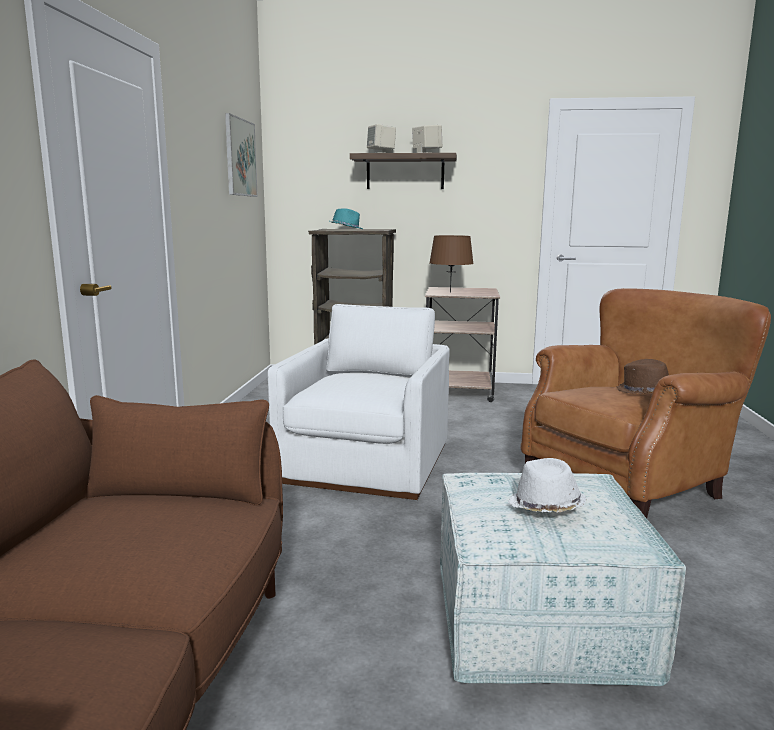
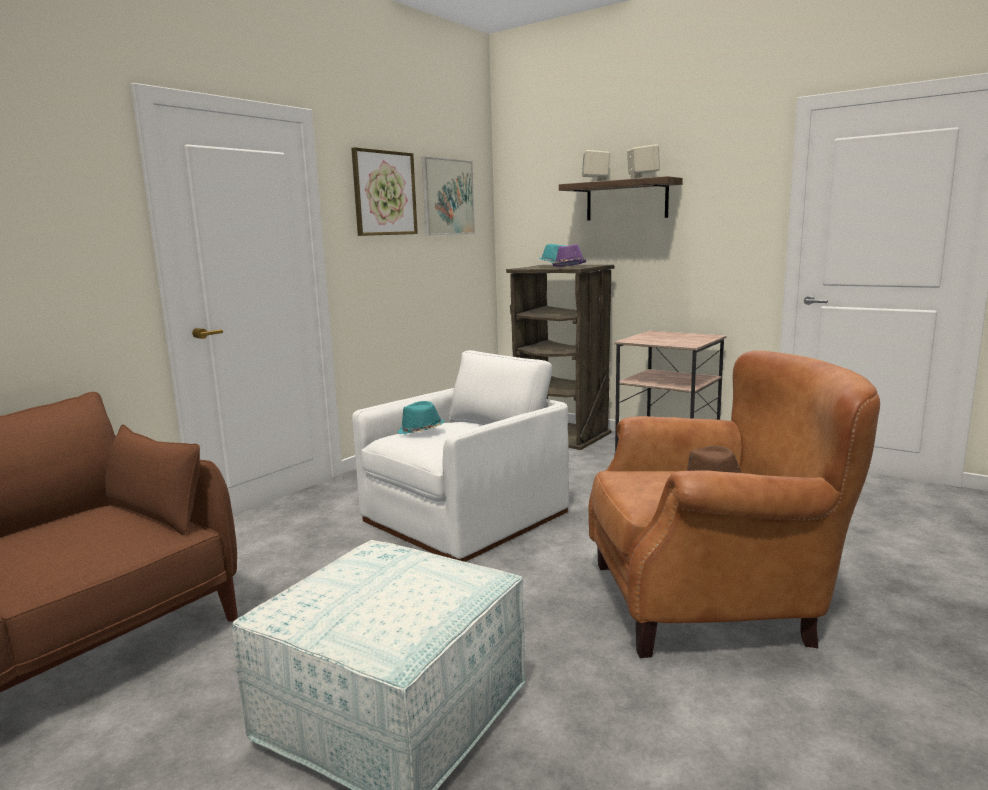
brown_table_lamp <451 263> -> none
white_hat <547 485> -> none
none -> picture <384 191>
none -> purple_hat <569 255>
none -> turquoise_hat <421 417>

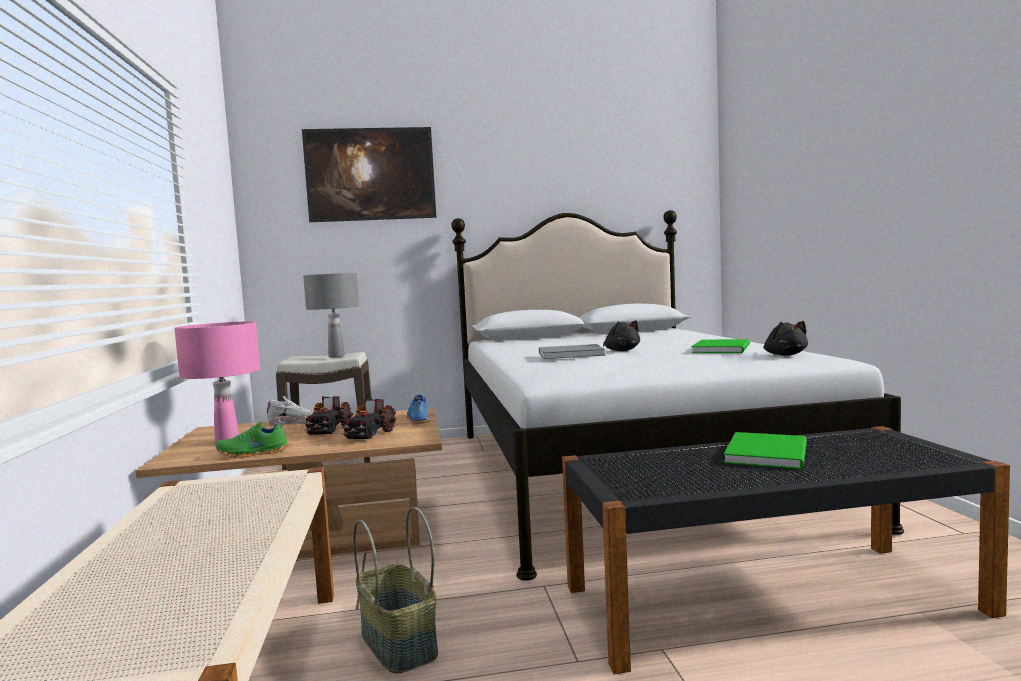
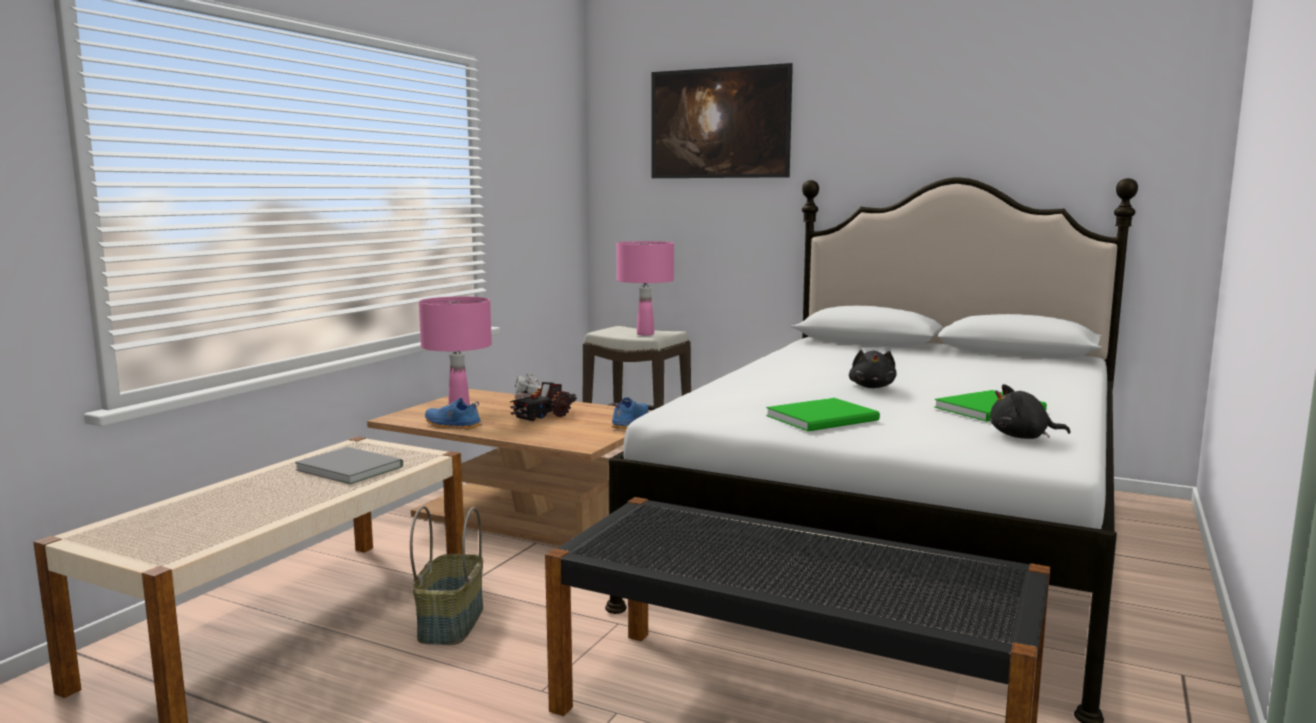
grey_table_lamp <331 315> -> pink_table_lamp <645 288>
black_plush_toy <785 338> -> black_plush_toy <1030 411>, 75 degrees clockwise
grey_book <572 351> -> grey_book <349 465>, moved
toy_truck <368 419> -> none
green_shoe <252 439> -> blue_shoe <453 414>
green_book <765 450> -> green_book <823 414>, moved

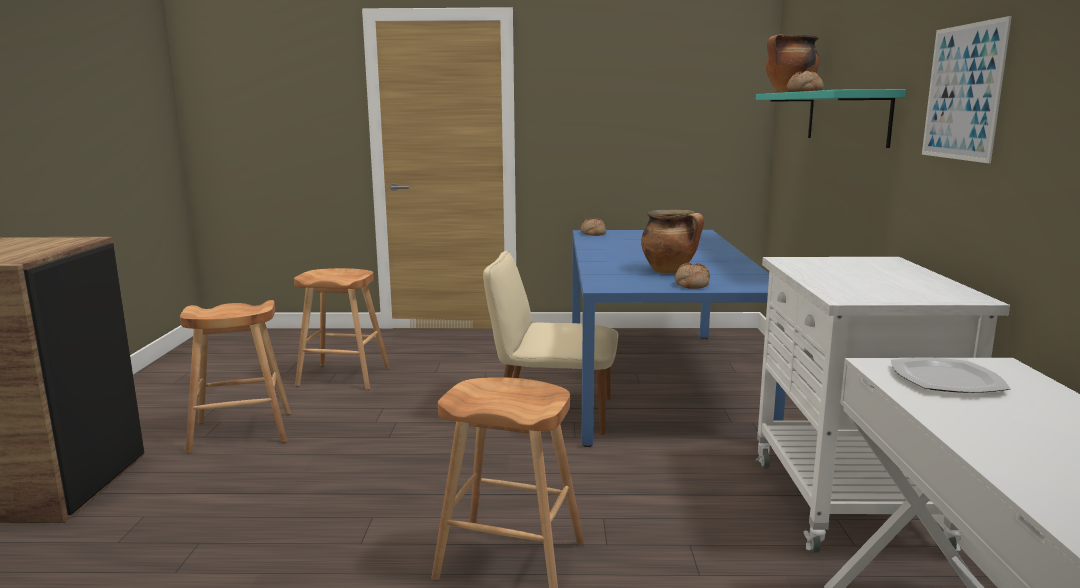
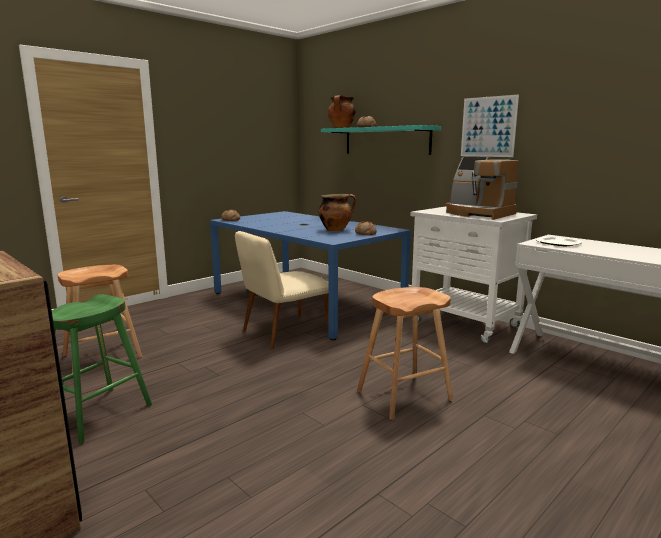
brown_stool <235 376> -> green_stool <102 369>
none -> coffee_machine <482 188>

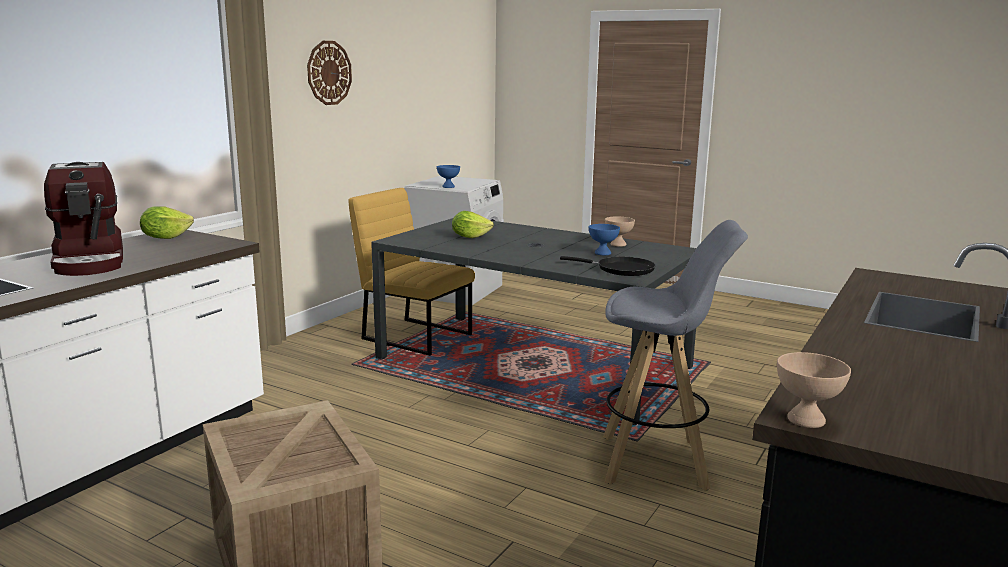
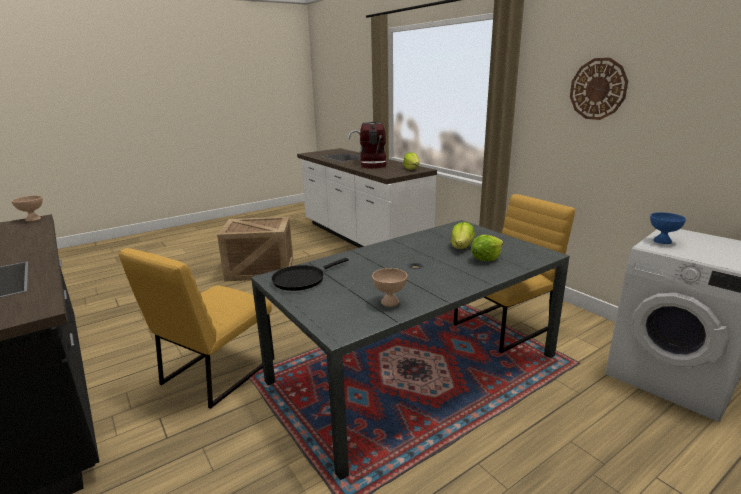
coffee_machine <83 219> -> coffee_machine <373 145>, 90 degrees counterclockwise
grey_stool <675 355> -> yellow_chair <197 328>
blue_bowl <604 239> -> none
none -> lettuce <487 248>

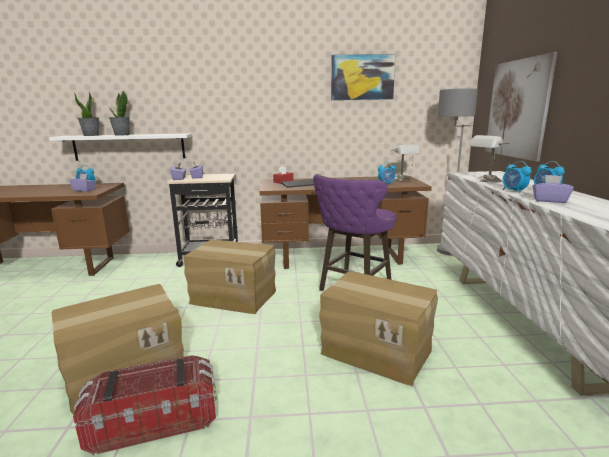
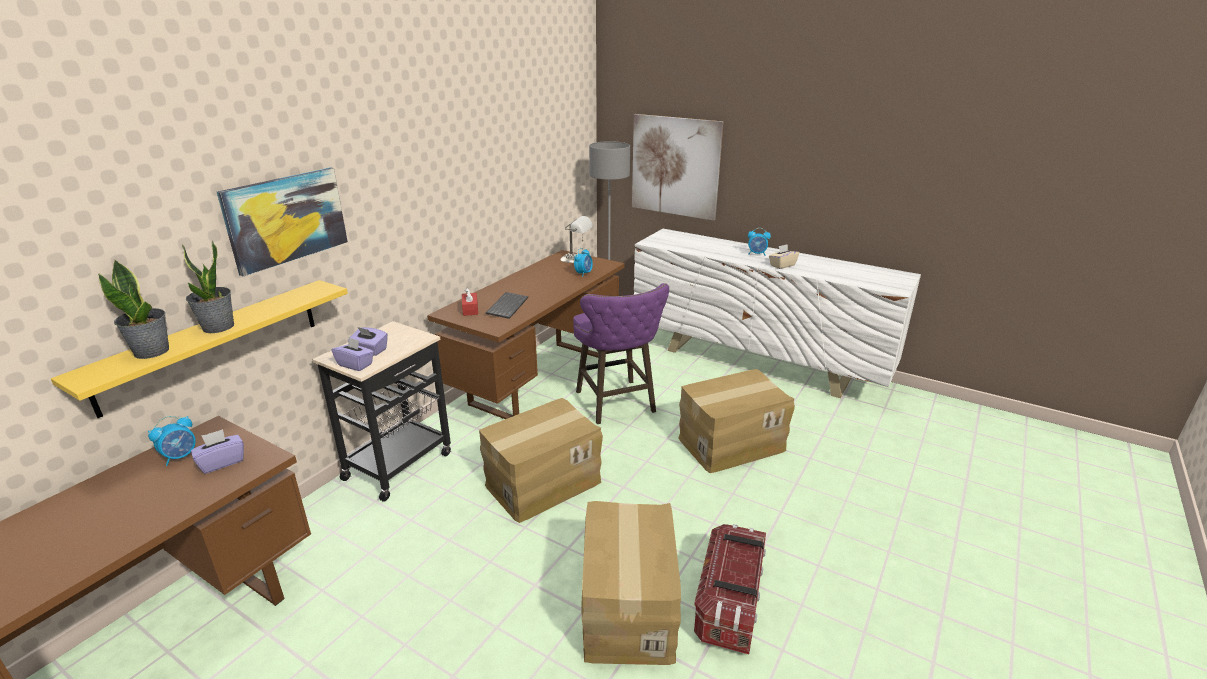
picture <363 77> -> picture <282 221>, moved
white_shelf <120 147> -> yellow_shelf <199 349>
white_table_lamp <489 159> -> none
alarm_clock <517 177> -> none
purple_tissue_box <553 189> -> beige_tissue_box <784 256>

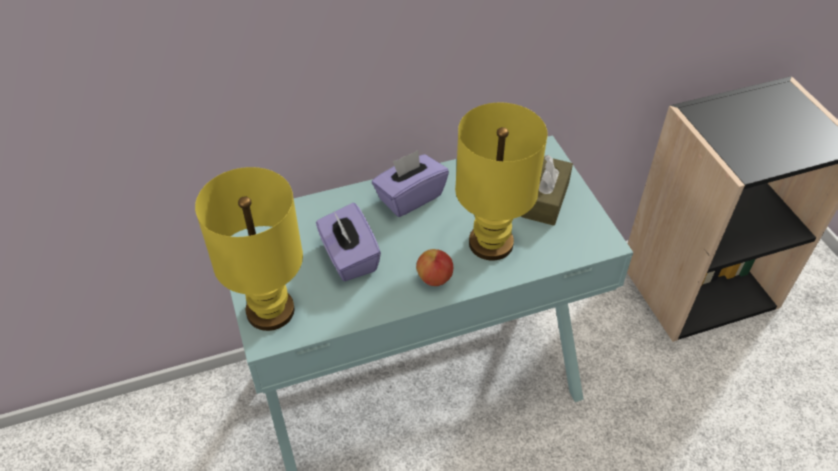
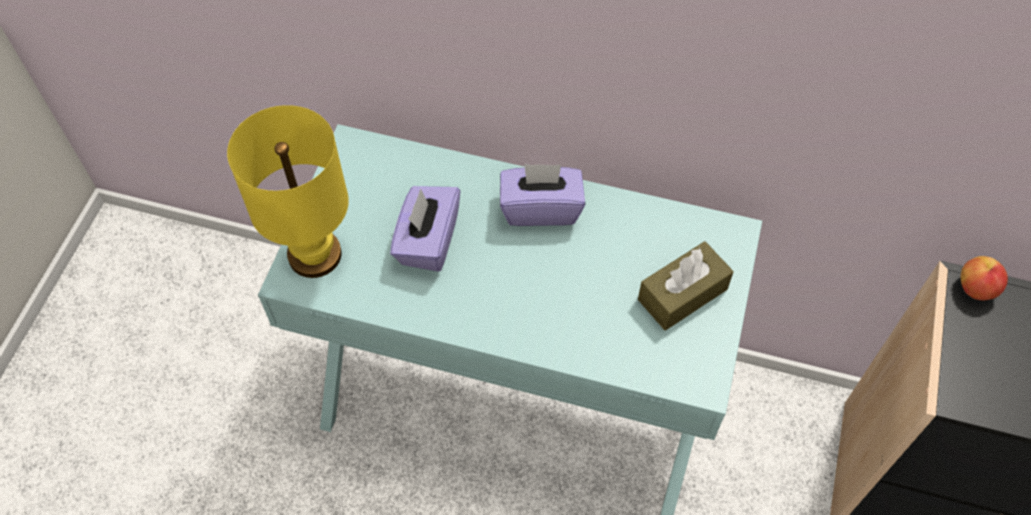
yellow_table_lamp <501 182> -> none
apple <434 267> -> apple <984 278>, moved

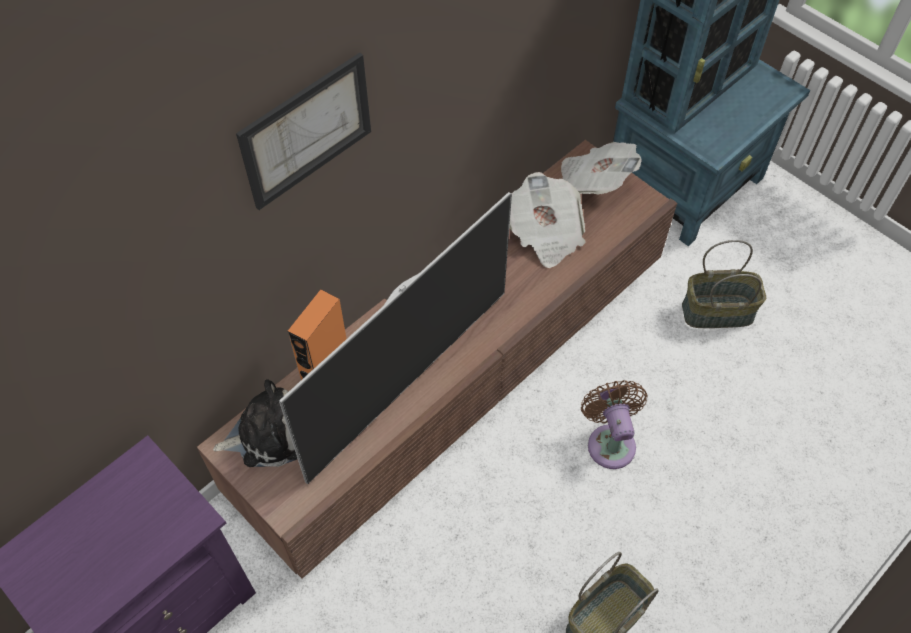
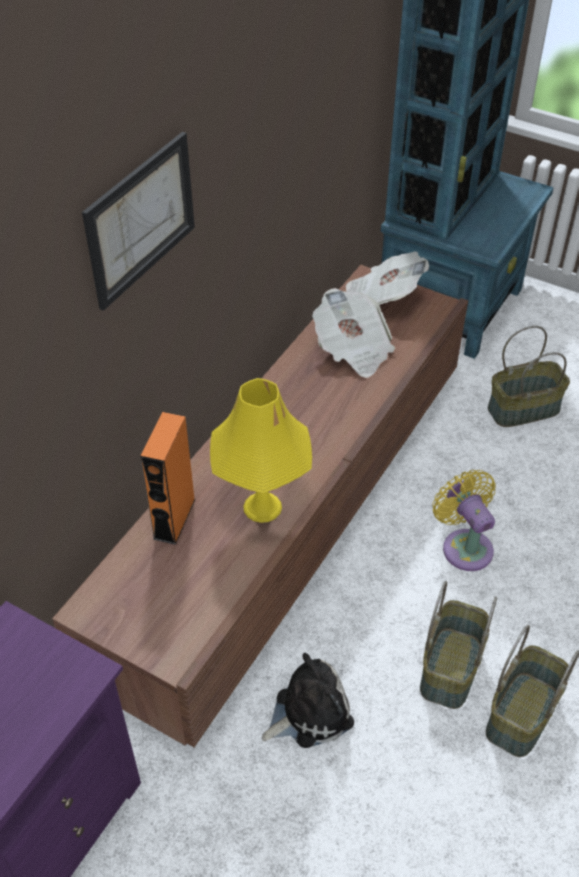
television <395 338> -> yellow_table_lamp <261 450>
plush_toy <255 423> -> plush_toy <308 700>, moved
brown_fan <614 424> -> yellow_fan <463 520>
none -> basket <458 645>

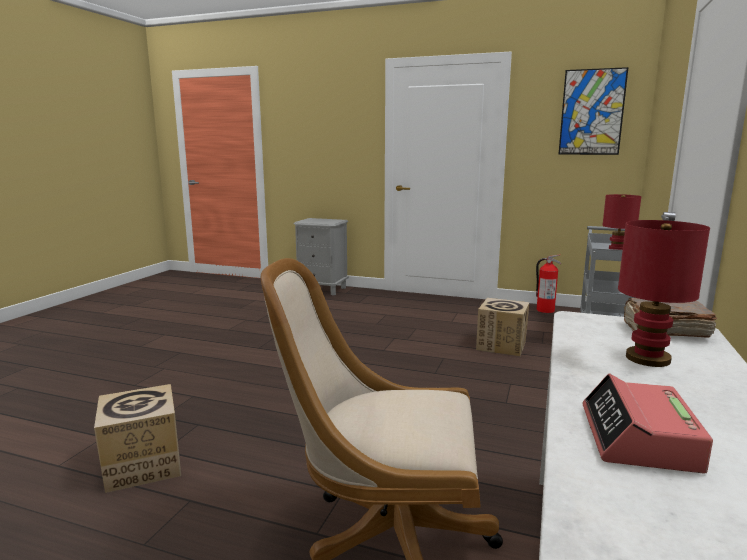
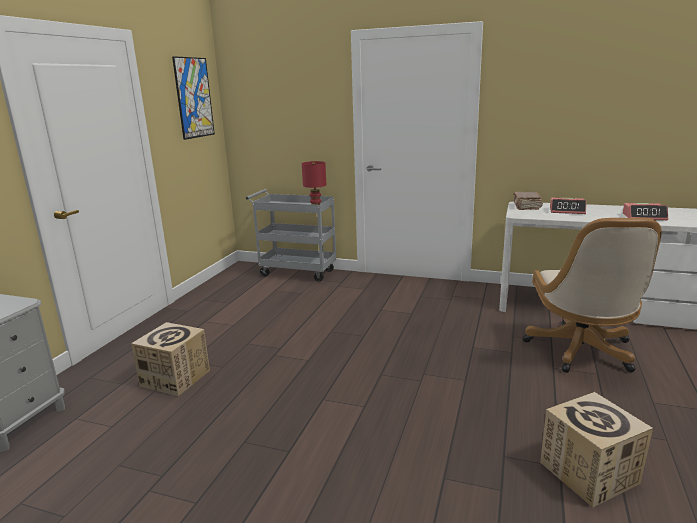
red_table_lamp <664 293> -> alarm_clock <568 205>
fire_extinguisher <548 283> -> none
cardboard_box <502 327> -> cardboard_box <170 359>, moved

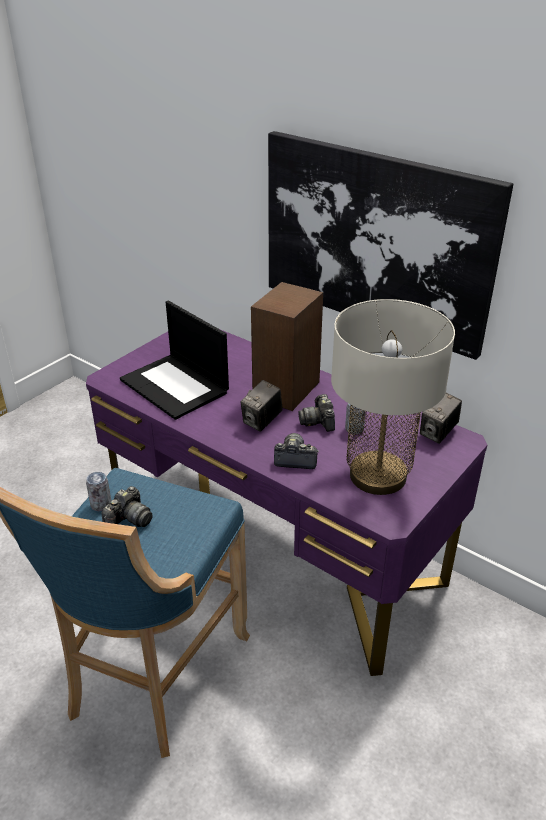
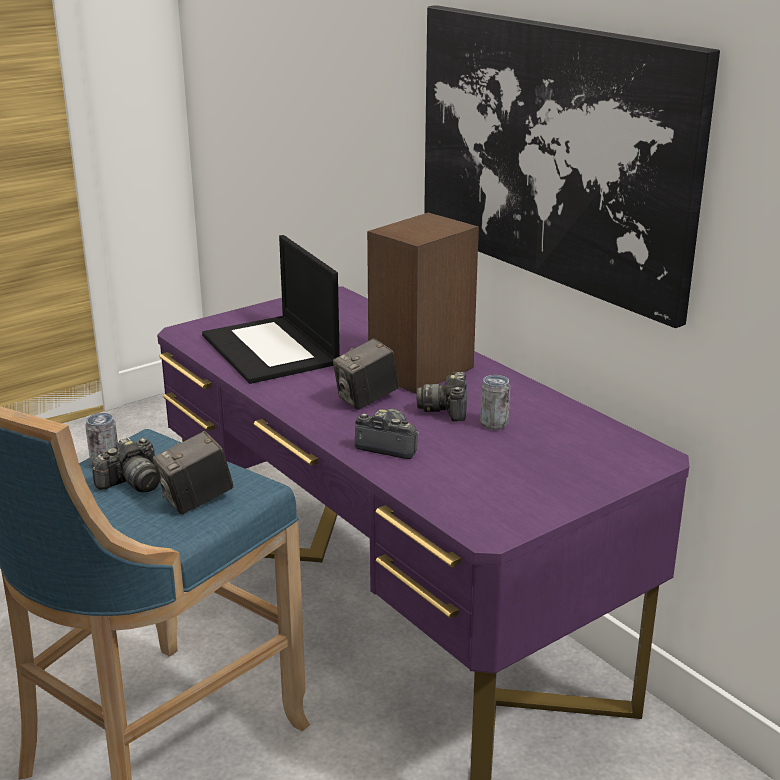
table_lamp <393 397> -> none
photo_camera <441 418> -> photo_camera <193 473>, moved

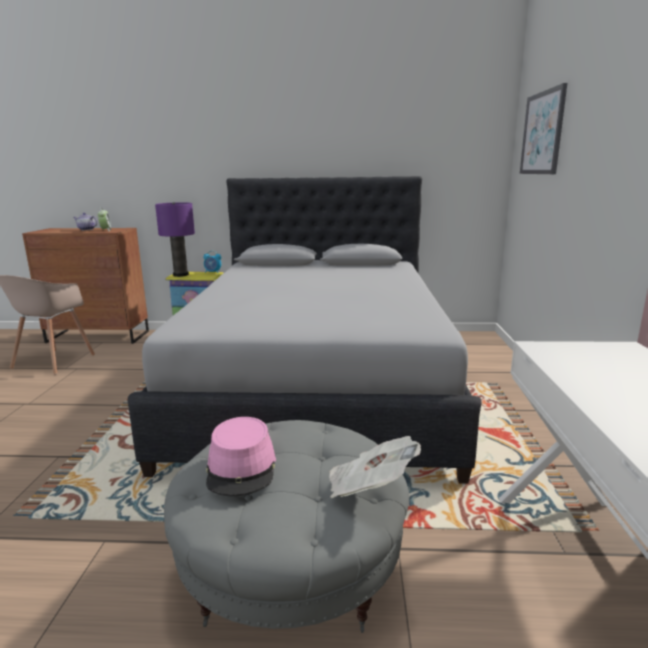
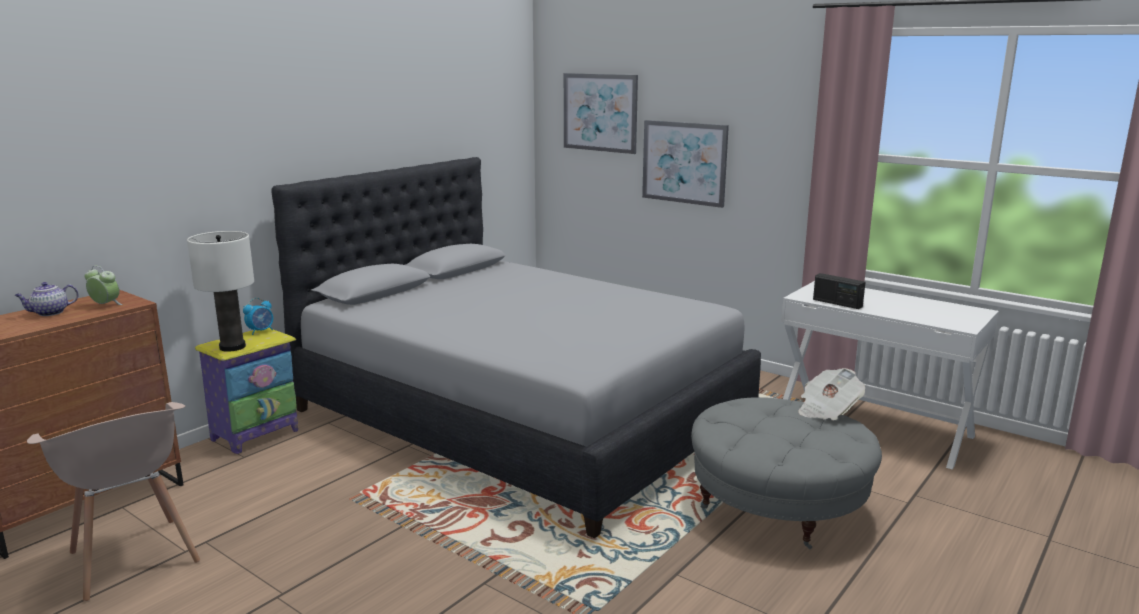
purple_table_lamp <175 239> -> white_table_lamp <220 291>
pink_hat <241 456> -> none
none -> picture <685 164>
none -> radio <839 291>

